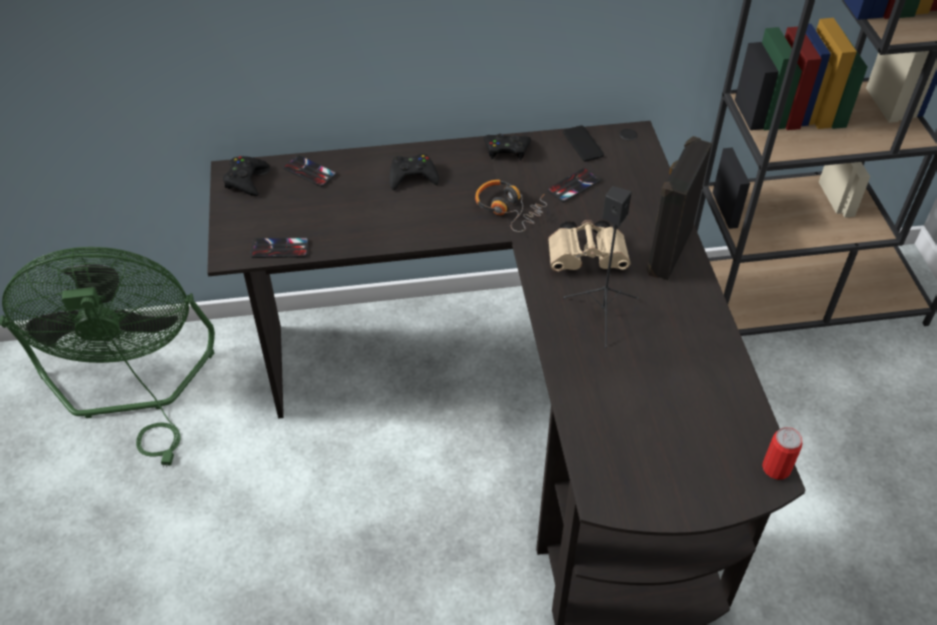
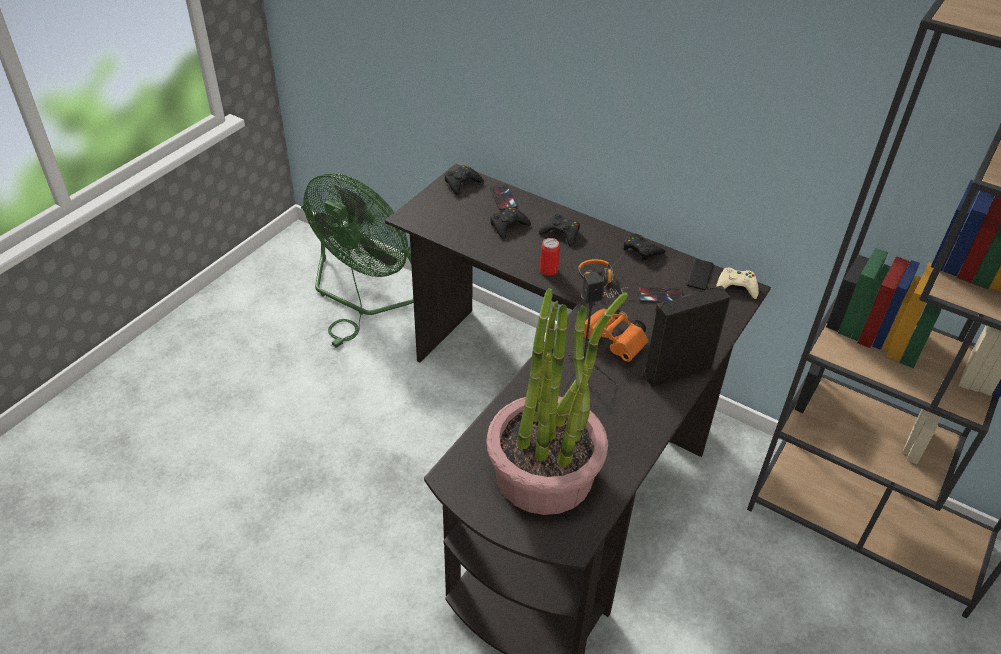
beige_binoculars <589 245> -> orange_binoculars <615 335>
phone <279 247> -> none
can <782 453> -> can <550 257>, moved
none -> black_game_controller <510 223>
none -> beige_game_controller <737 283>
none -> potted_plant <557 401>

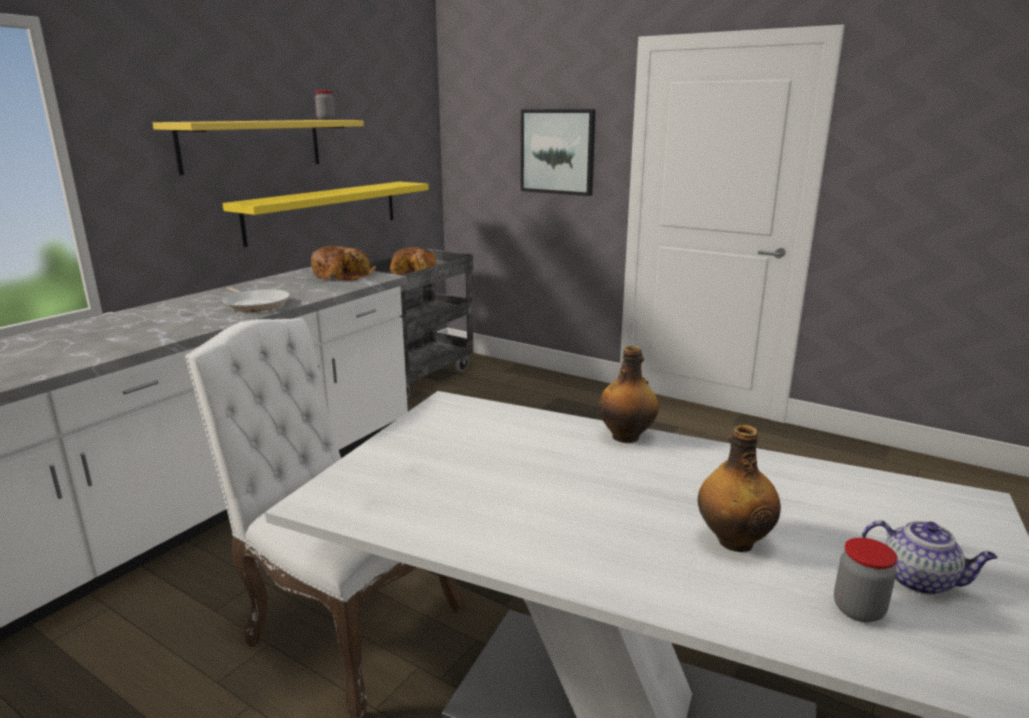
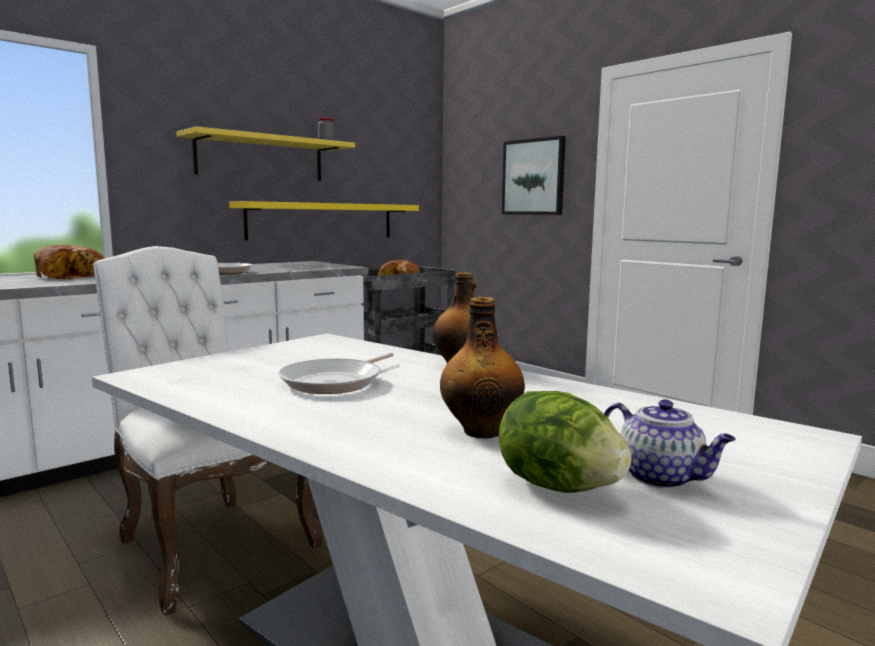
bread <343 263> -> bread <69 262>, moved
jar <866 580> -> lettuce <565 442>
none -> frying_pan <336 373>

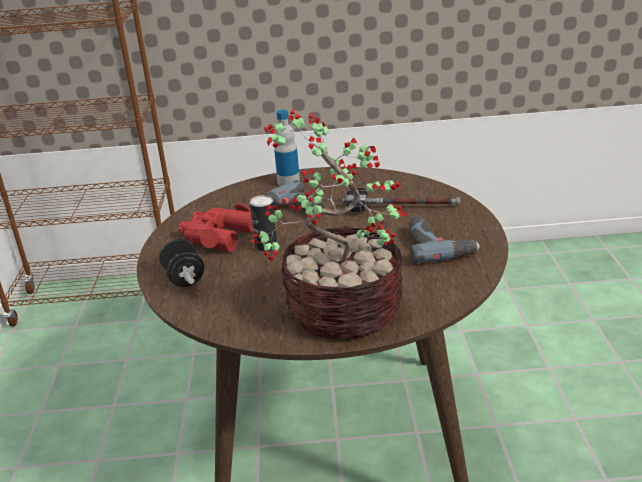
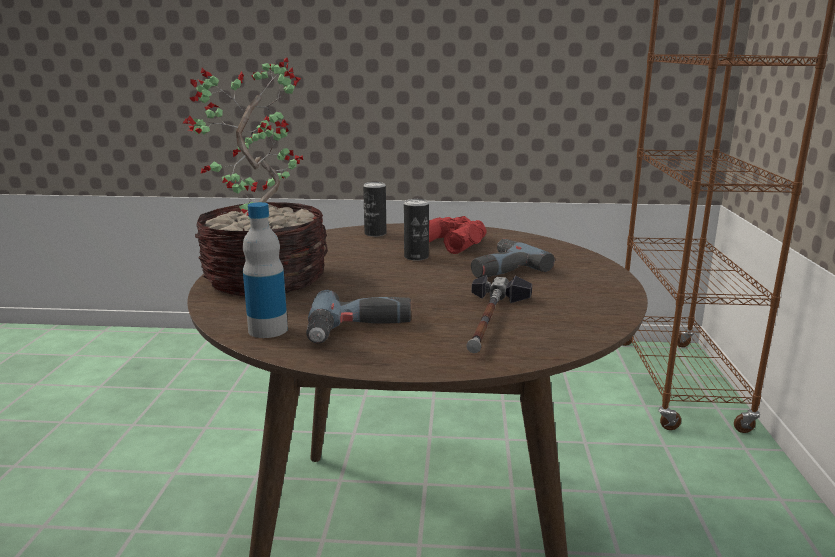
bottle <287 148> -> bottle <265 270>, moved
black_dumbbell <182 263> -> can <375 209>

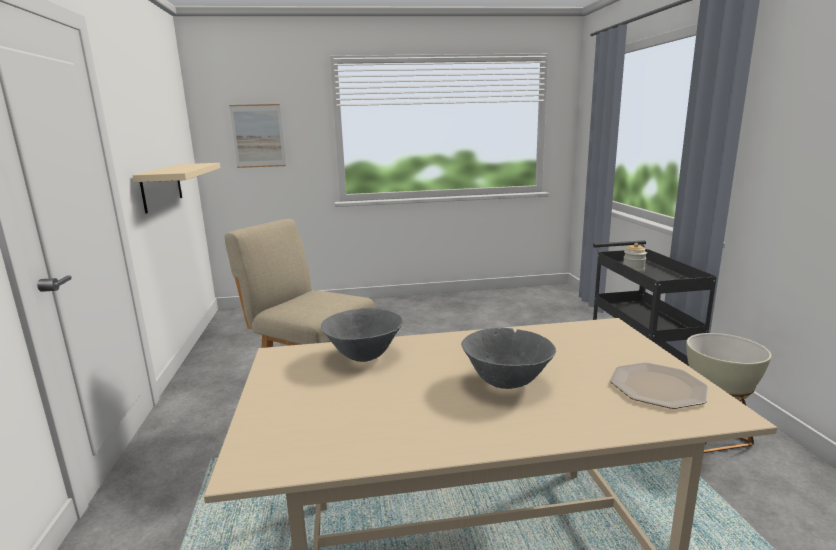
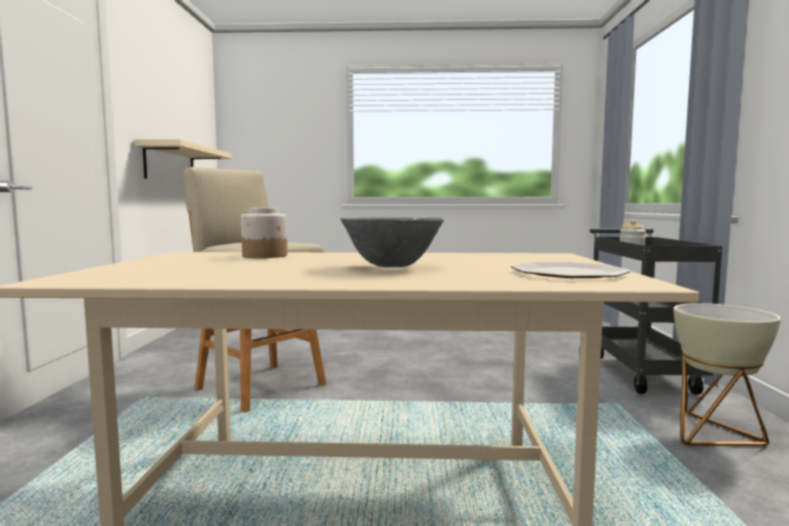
picture <257 136> -> none
grey_bowl <362 335> -> jar <264 233>

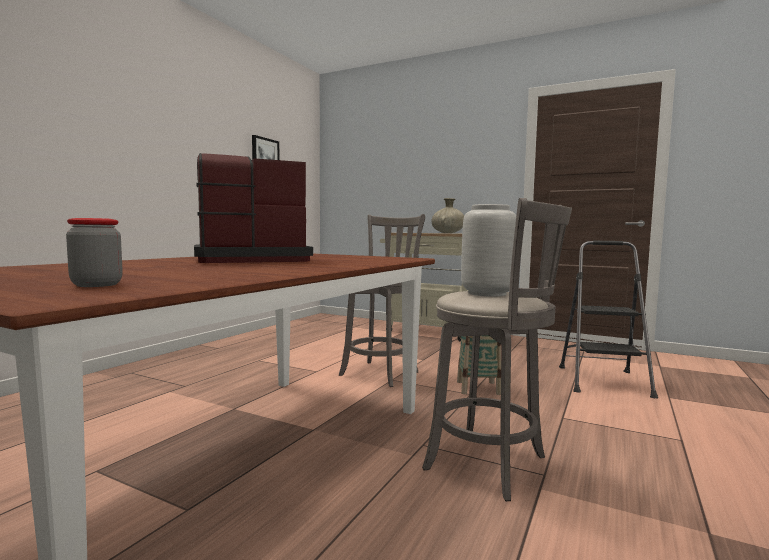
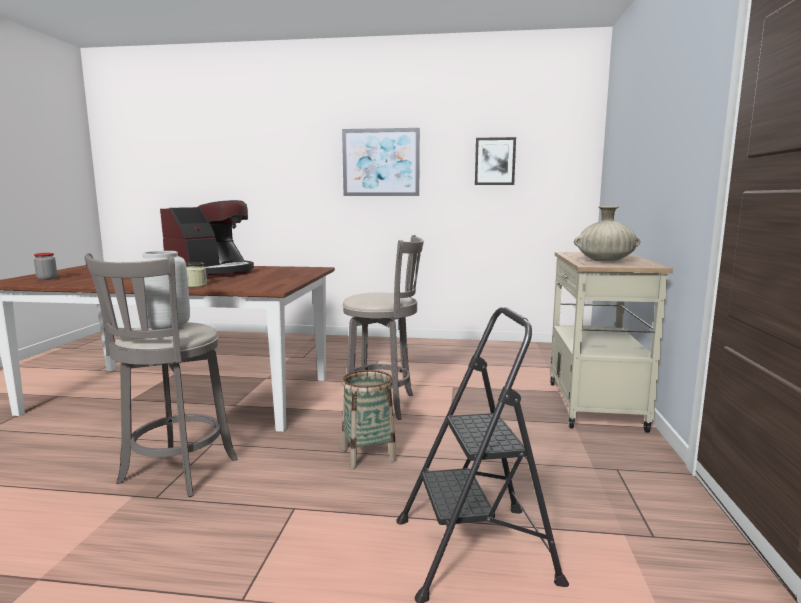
coffee_machine <253 208> -> coffee_machine <207 239>, 75 degrees clockwise
none -> picture <381 162>
none -> jar <196 274>

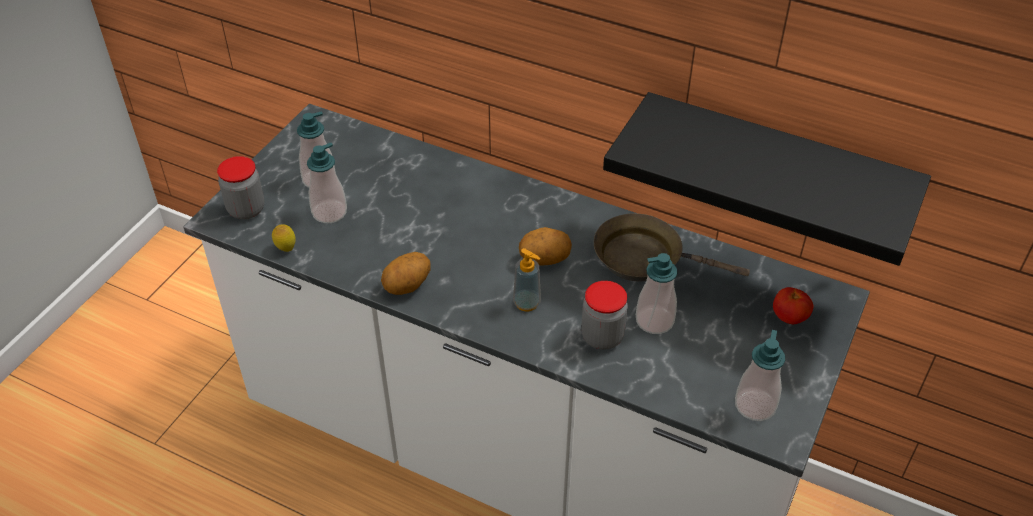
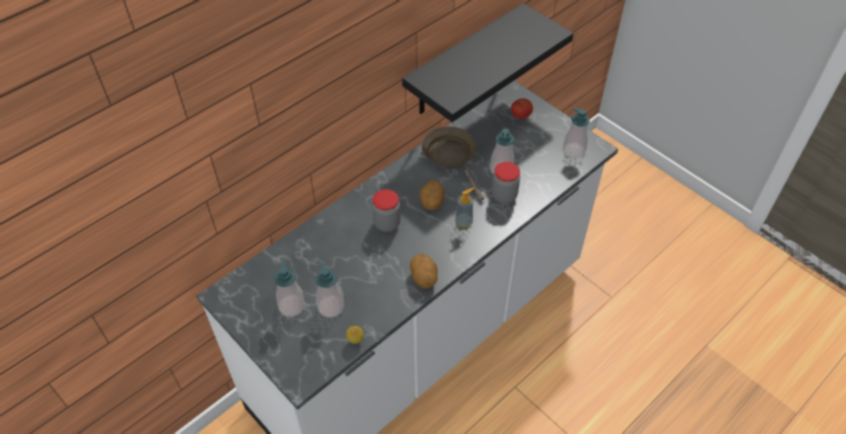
jar <241 187> -> jar <386 210>, moved
brown_frying_pan <672 247> -> brown_frying_pan <453 163>, 120 degrees clockwise

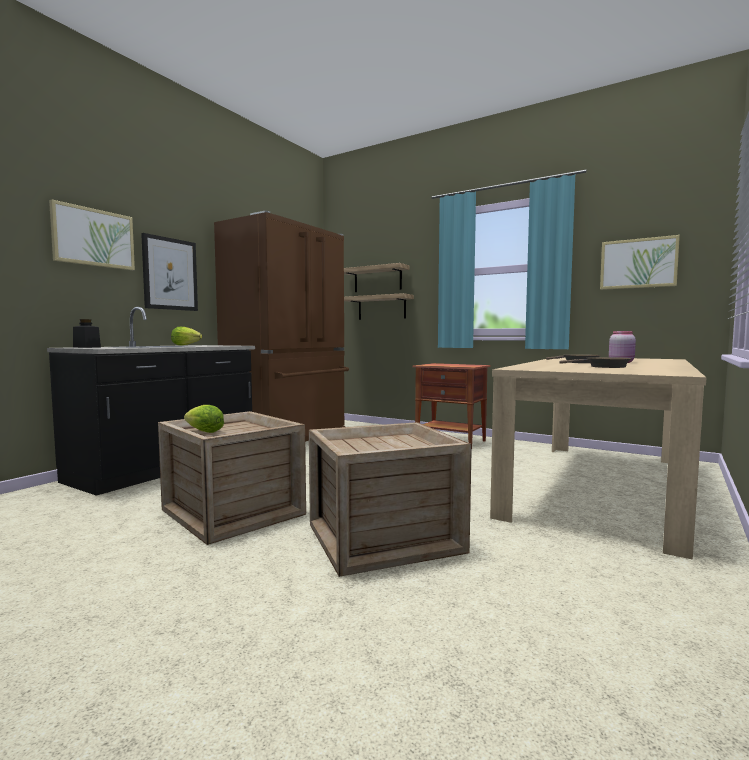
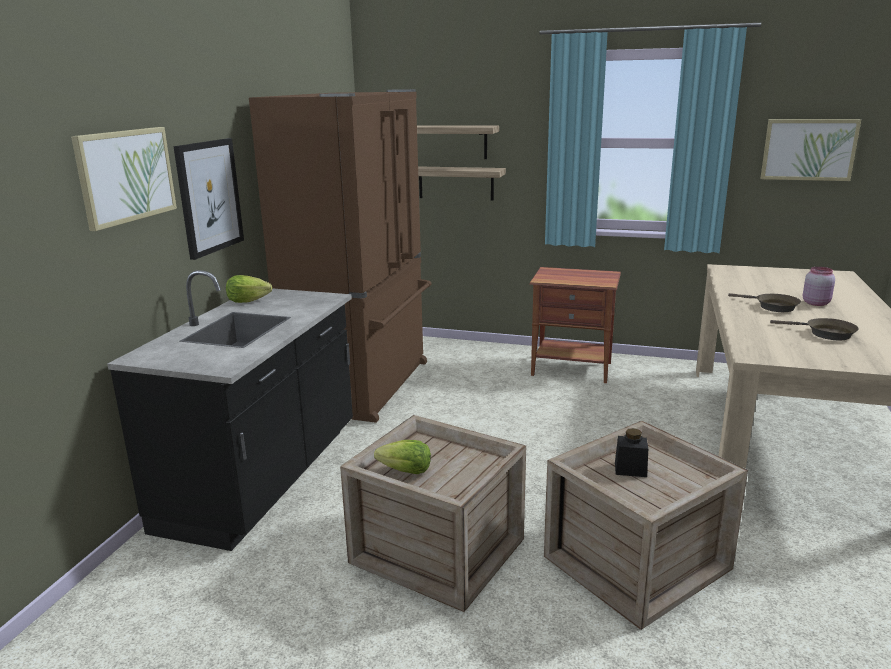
black_jar <87 333> -> black_jar <631 452>, moved

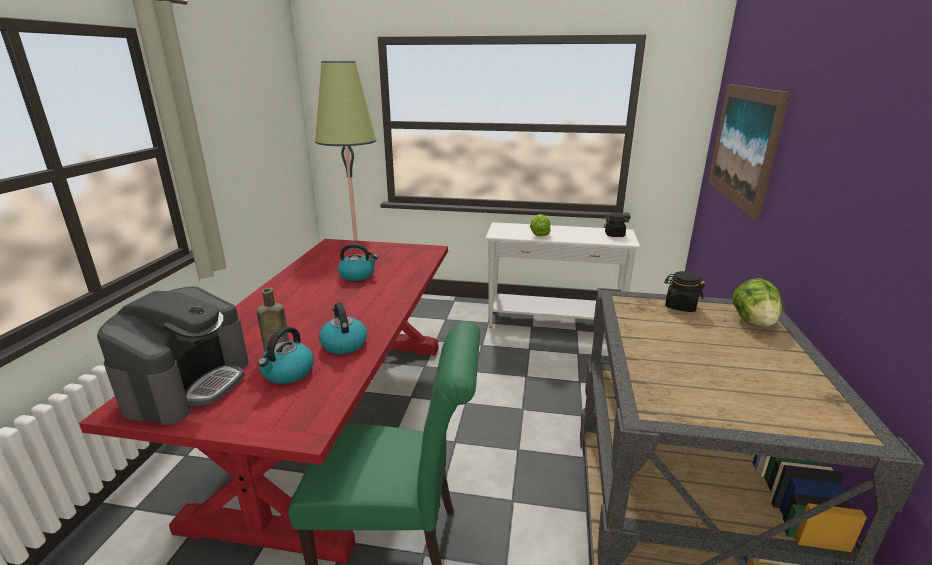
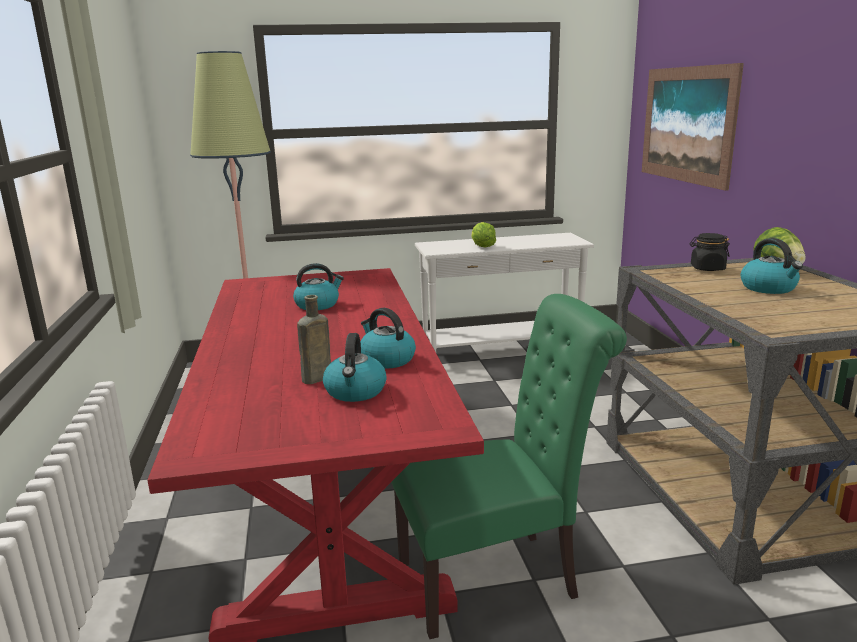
black_jar <616 225> -> none
coffee_machine <173 356> -> none
none -> kettle <772 266>

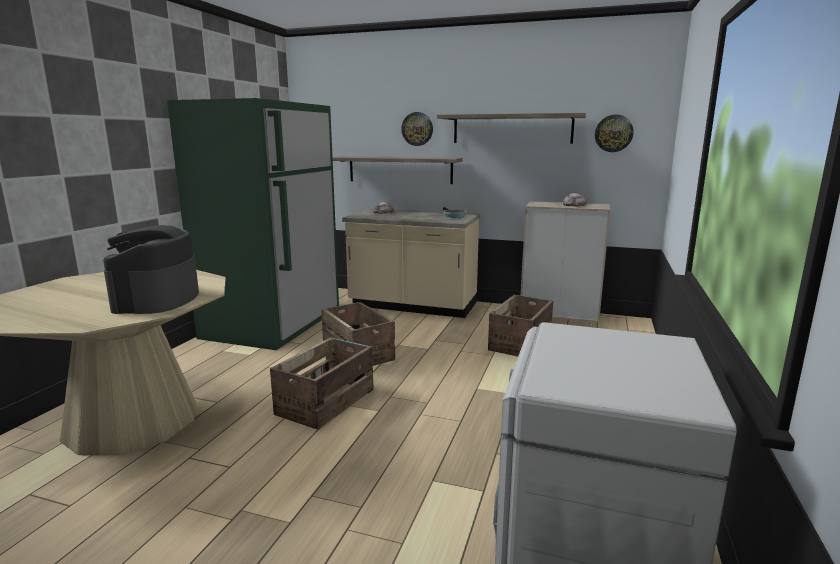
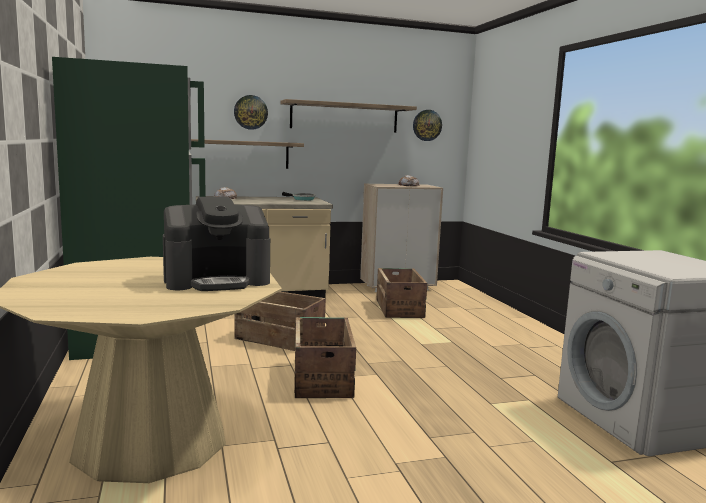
coffee_machine <151 269> -> coffee_machine <216 244>, 75 degrees counterclockwise

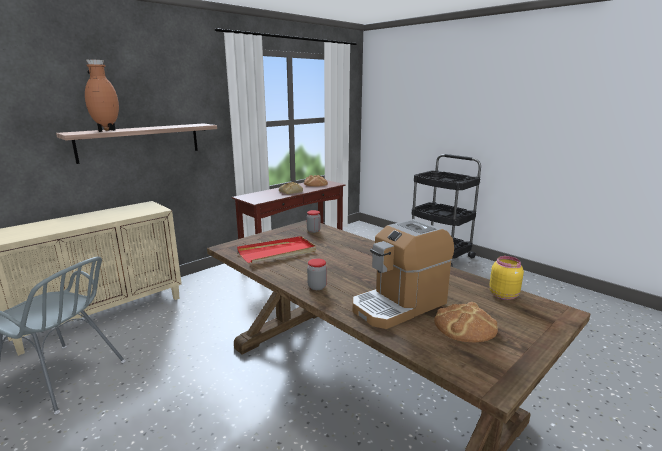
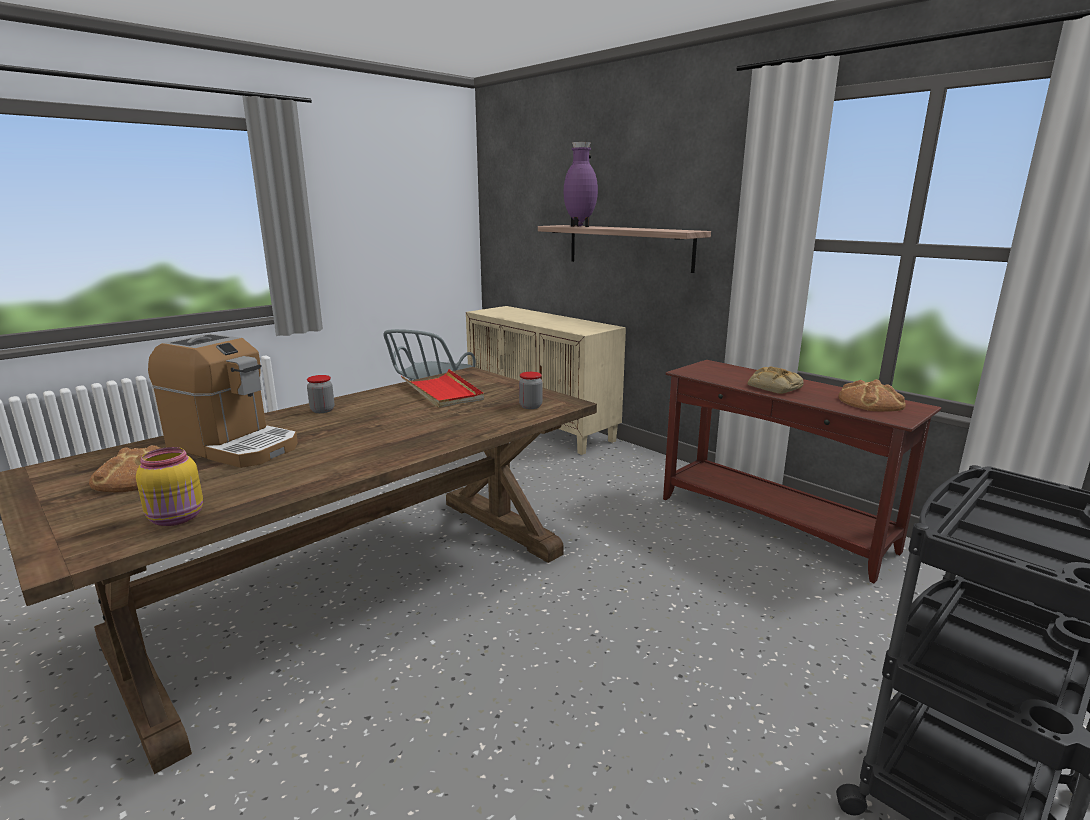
brown_vase <102 95> -> purple_vase <580 184>
coffee_machine <403 274> -> coffee_machine <223 400>, 150 degrees clockwise

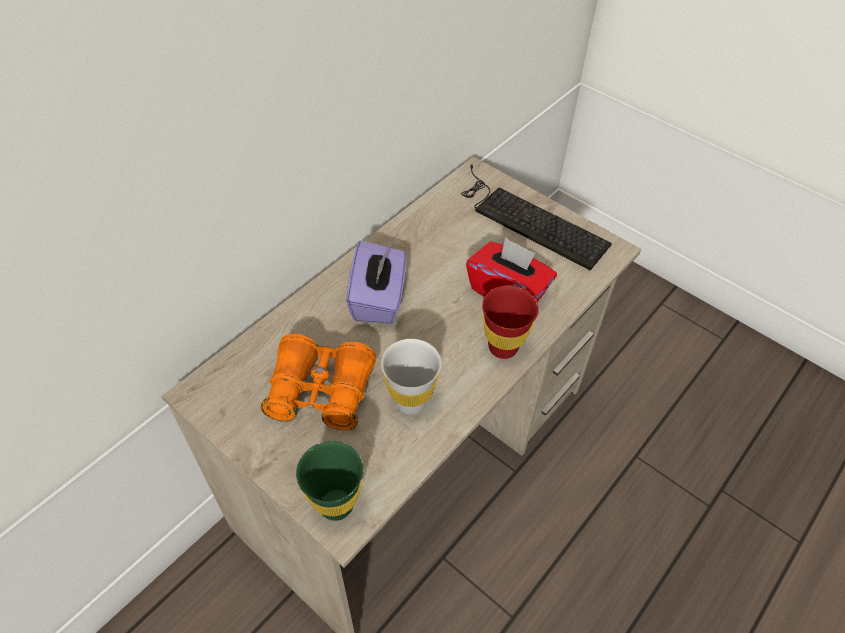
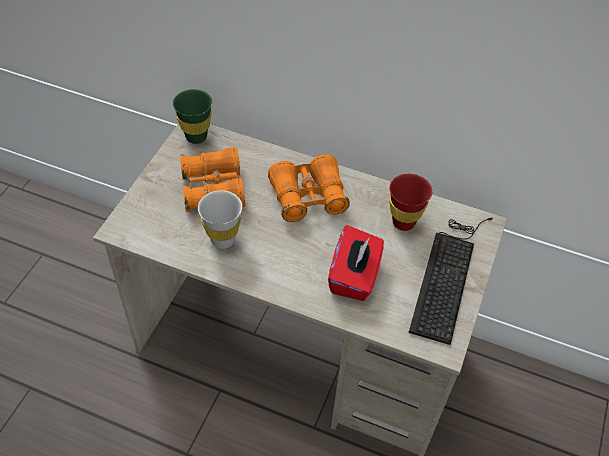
purple_tissue_box <376 282> -> orange_binoculars <309 188>
red_cup <510 322> -> red_cup <411 202>, moved
green_cup <330 481> -> green_cup <192 116>, moved

